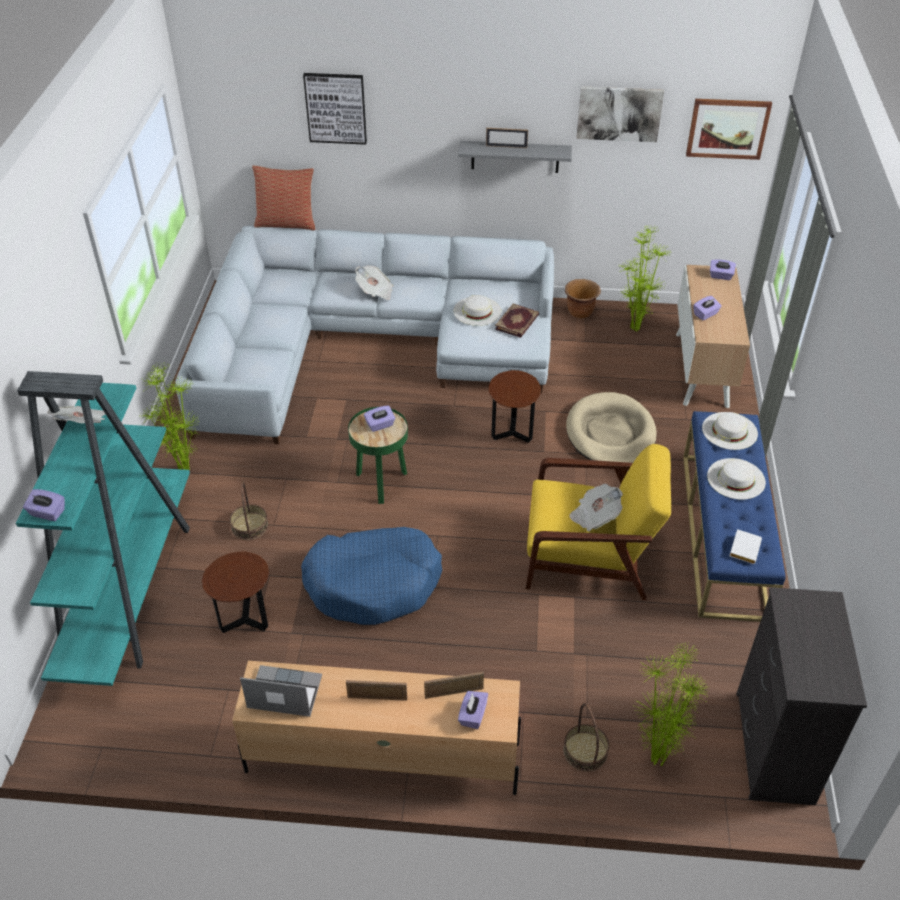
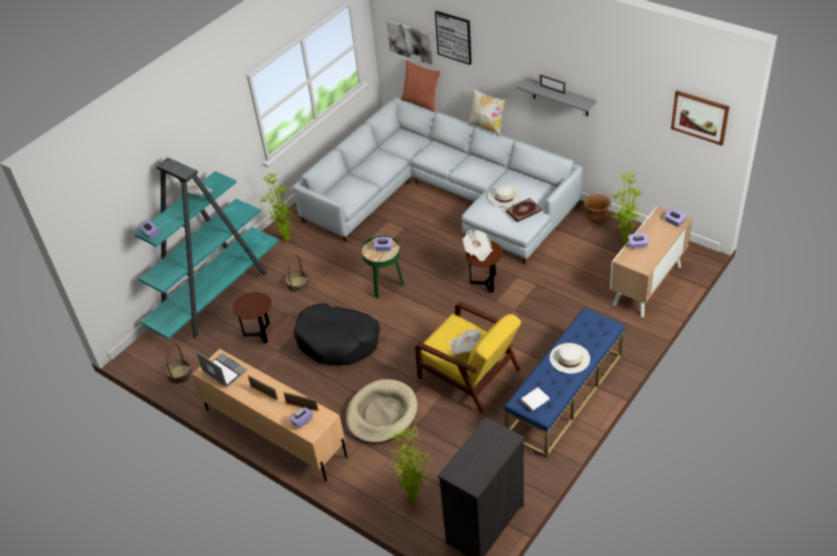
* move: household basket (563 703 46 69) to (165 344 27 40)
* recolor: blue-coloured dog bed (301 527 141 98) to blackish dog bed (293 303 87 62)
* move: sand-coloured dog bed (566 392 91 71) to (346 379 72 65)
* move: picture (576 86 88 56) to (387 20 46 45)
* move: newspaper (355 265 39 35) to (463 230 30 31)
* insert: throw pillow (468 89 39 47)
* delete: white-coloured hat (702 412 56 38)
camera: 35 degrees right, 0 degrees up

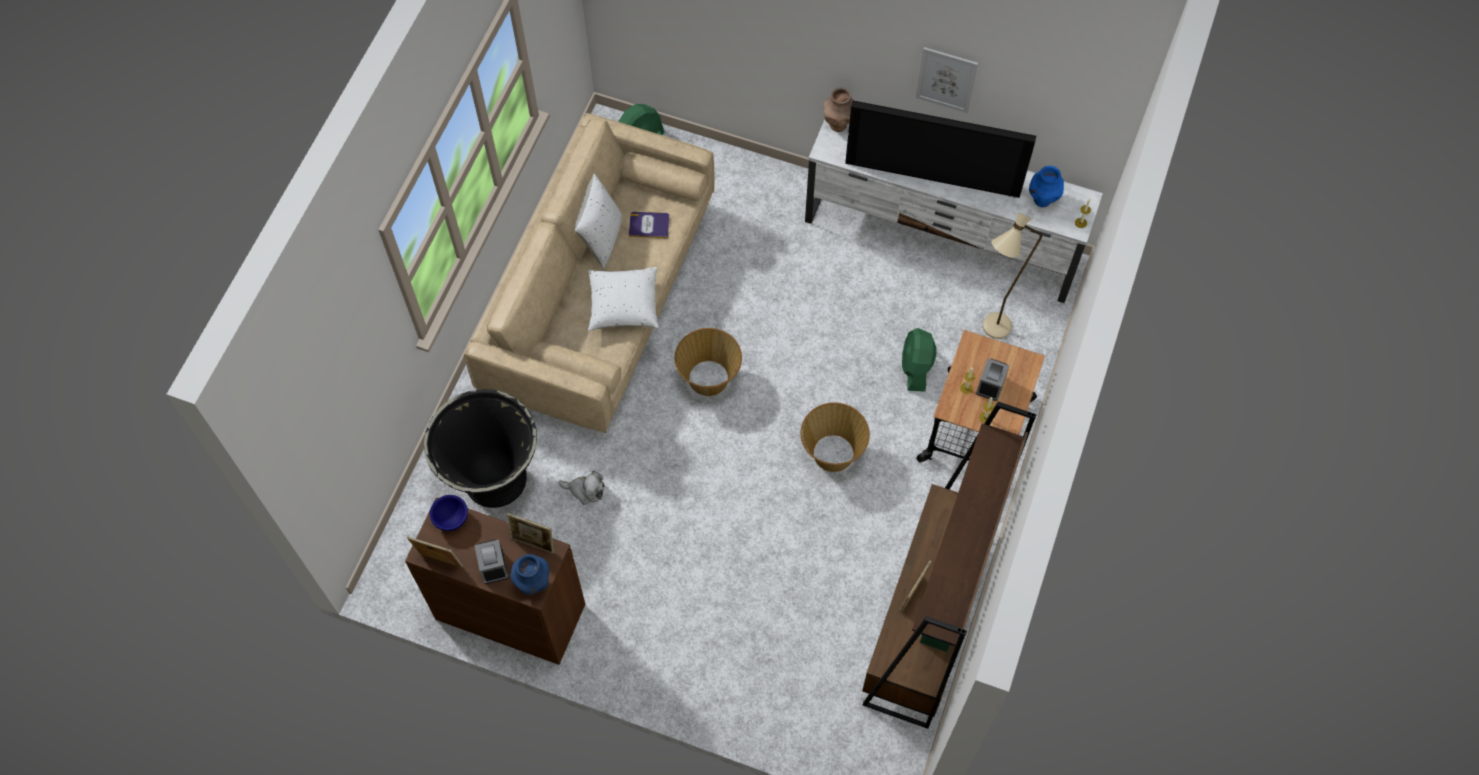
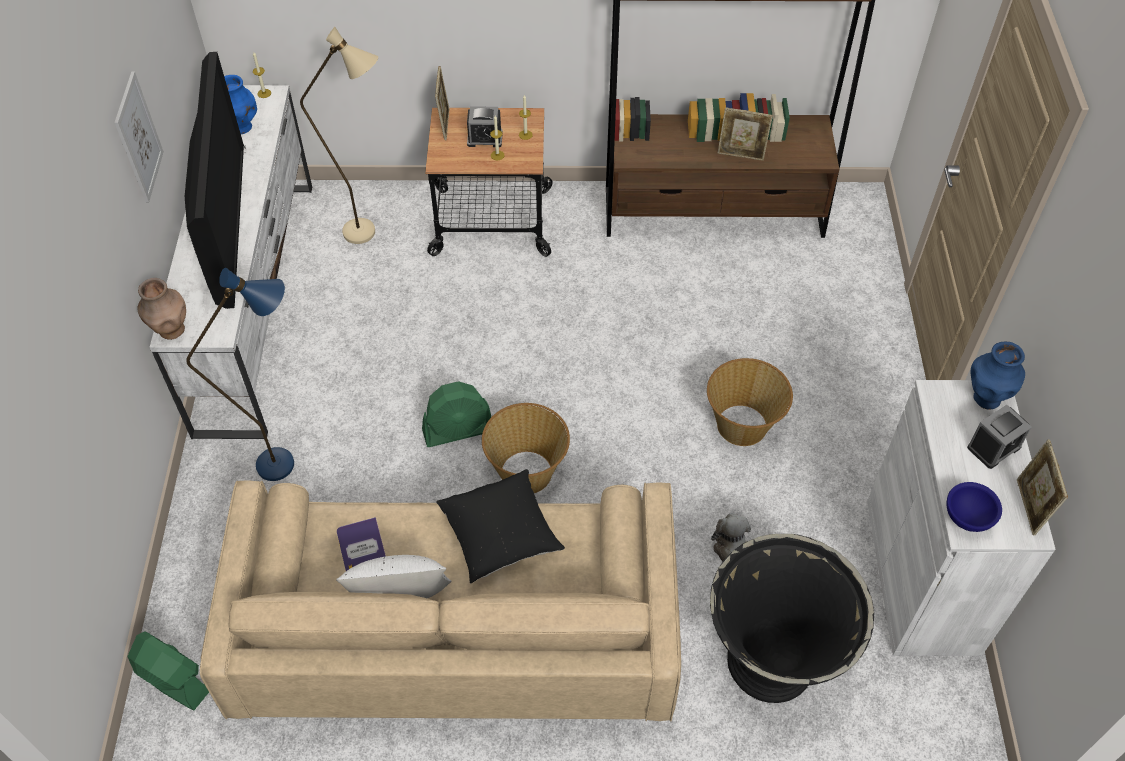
* insert: blue-coloured standard lamp (186 268 108 213)
* move: green-coloured fan (902 328 35 64) to (422 381 69 66)
* move: picture frame (507 513 47 41) to (435 66 15 74)
* recolor: white-coloured throw pillow (588 267 71 64) to blackish throw pillow (436 469 129 115)
* move: household basket (801 402 69 70) to (707 358 86 88)
* recolor: brown storage cabinet (405 497 180 168) to white-coloured storage cabinet (867 380 188 276)
camera: 110 degrees left, 10 degrees down

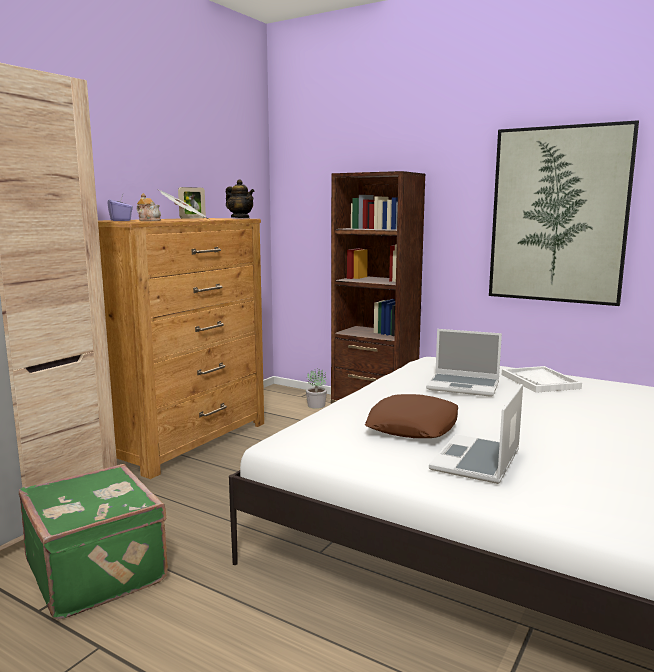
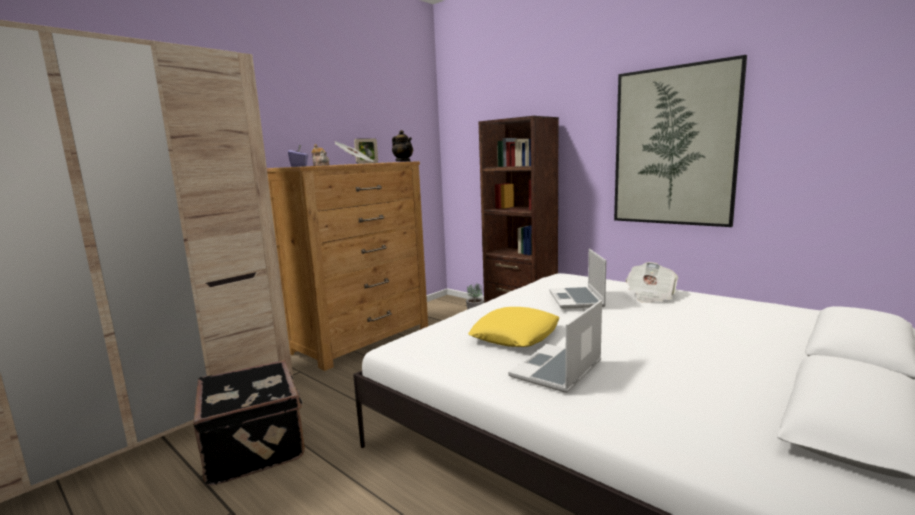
* recolor: green-coloured travel case (19 464 149 156) to blackish travel case (193 360 112 126)
* recolor: brown throw pillow (365 394 93 44) to yellow throw pillow (468 307 91 40)
* rotate: laptop (426 329 76 68) = (549 249 57 60) 60 degrees clockwise
* replace: white-coloured carrying tray (502 366 80 27) to newspaper (626 262 52 41)
camera: 10 degrees right, 0 degrees up

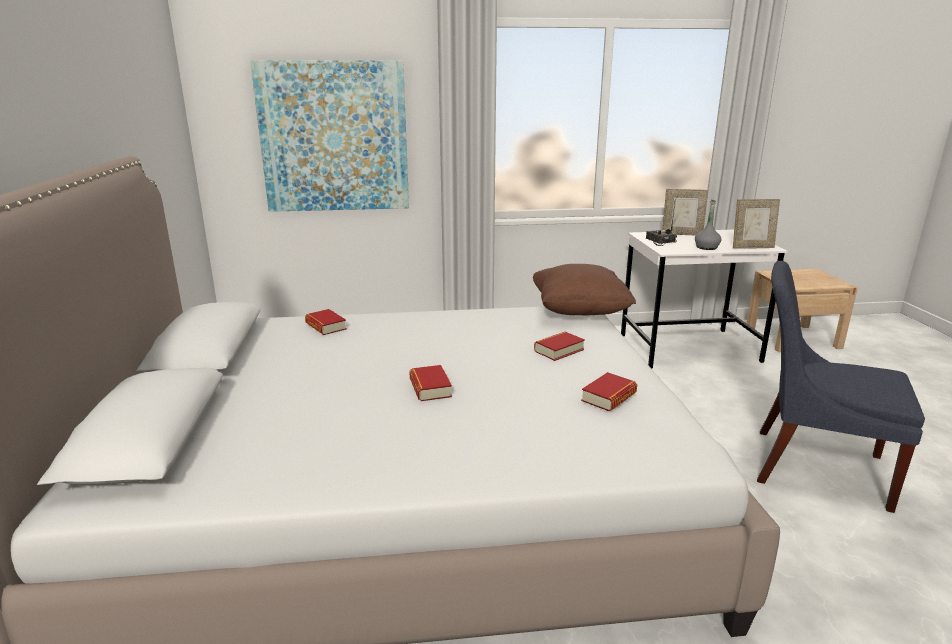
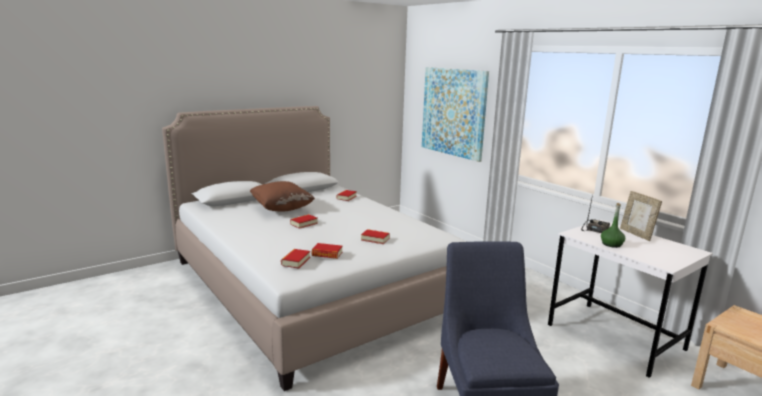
* move: brown throw pillow (533 264 103 52) to (250 181 65 31)
* insert: book (281 249 29 19)
* recolor: greyish bottle (695 199 26 51) to green-coloured bottle (601 203 24 45)
* delete: picture frame (733 199 47 50)
camera: 60 degrees right, 5 degrees down

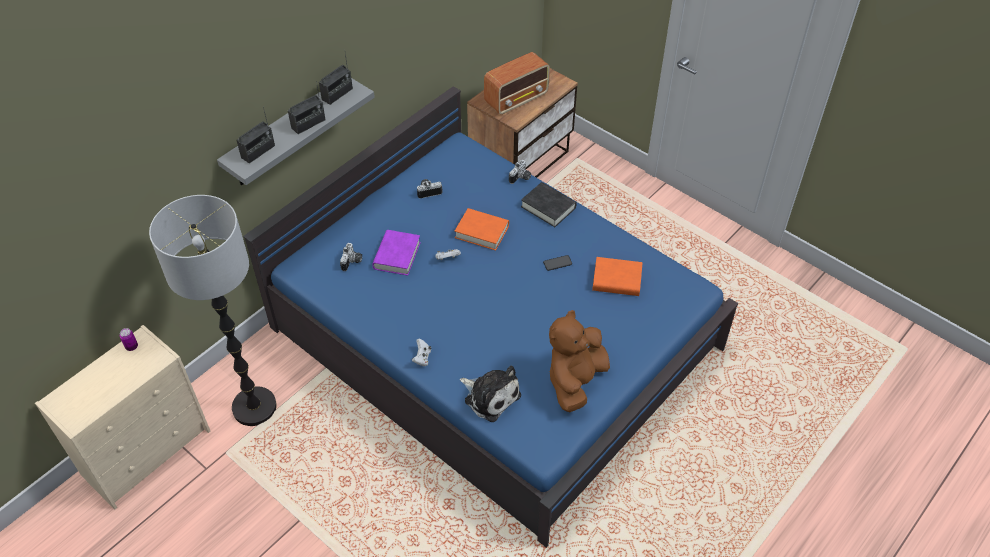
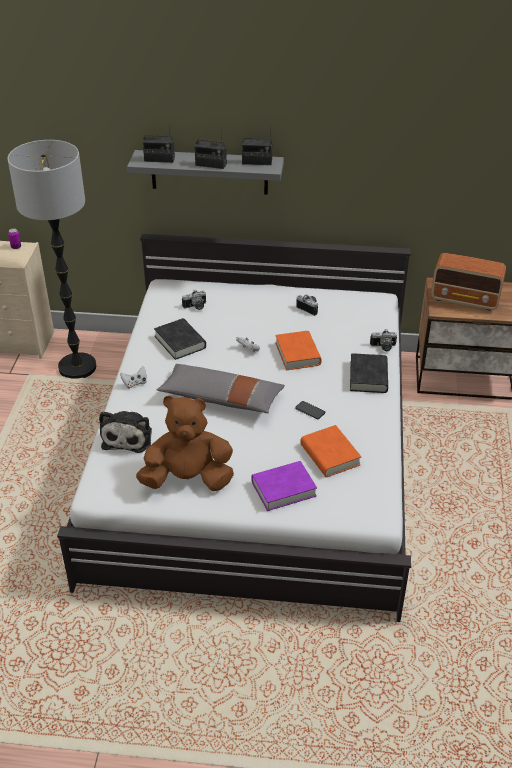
* recolor: blue-coloured sleeping bed (243 86 495 462) to white-coloured sleeping bed (57 233 354 389)
* insert: blackish book (154 318 52 42)
* insert: greyish throw pillow (157 364 128 49)
* move: purplish book (372 230 49 46) to (251 461 66 50)
camera: 55 degrees right, 10 degrees down

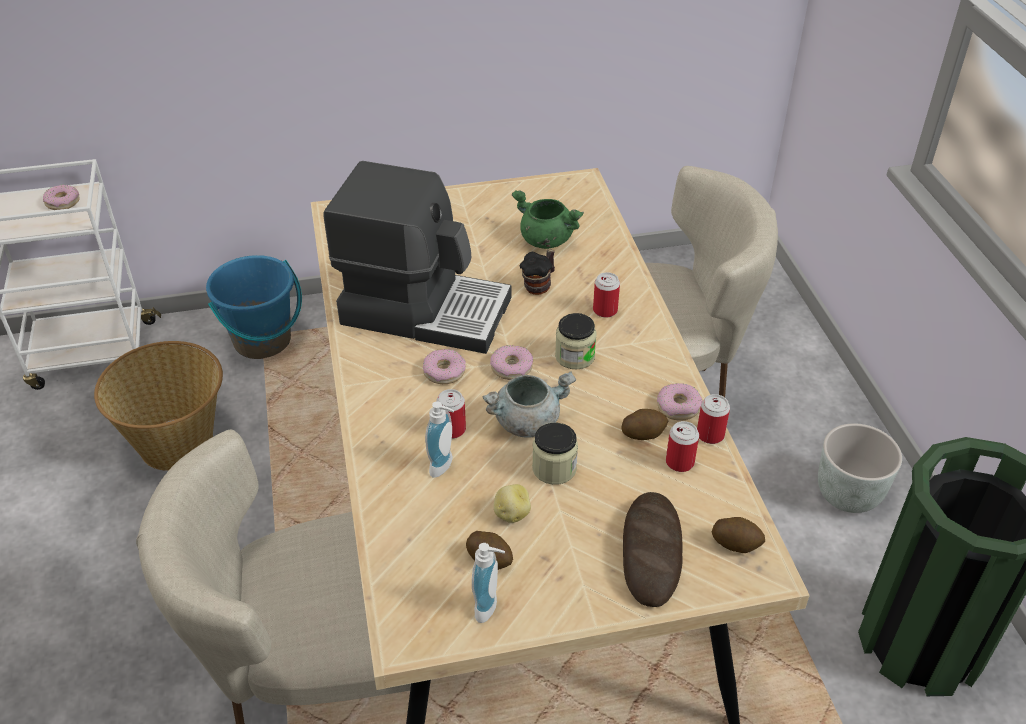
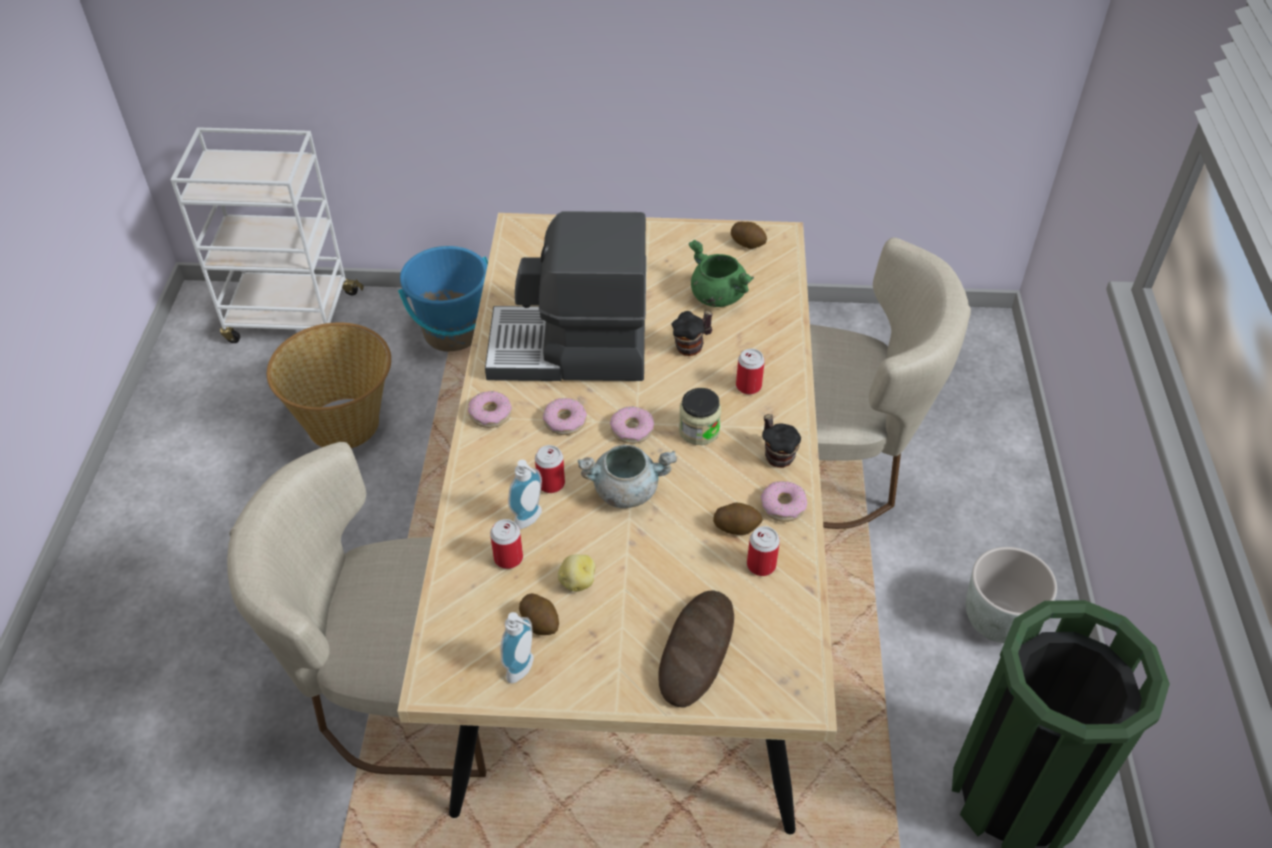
* move: donut (43 185 37 25) to (468 391 44 37)
* rotate: coffee brewer (323 161 189 193) = (485 211 161 170) 150 degrees clockwise
* move: can (697 394 33 50) to (490 519 33 50)
* move: spud (712 517 53 36) to (731 222 36 27)
* insert: mug (762 414 39 54)
* delete: preserve jar (532 423 46 62)
camera: 15 degrees right, 5 degrees up

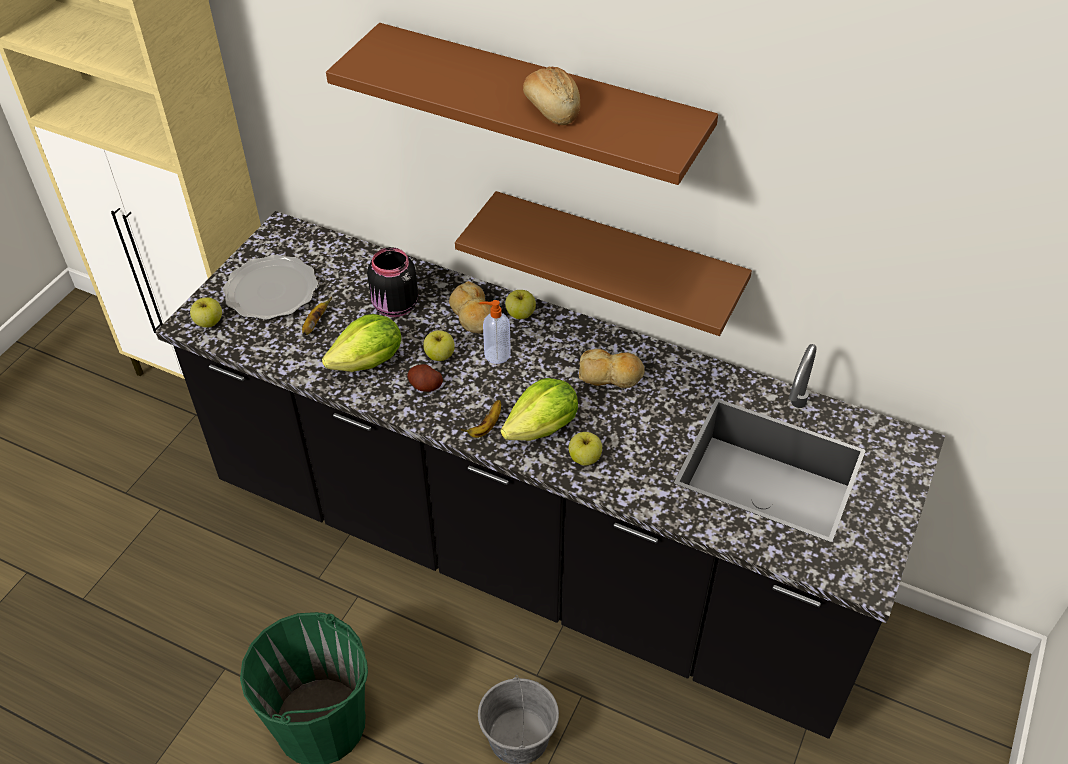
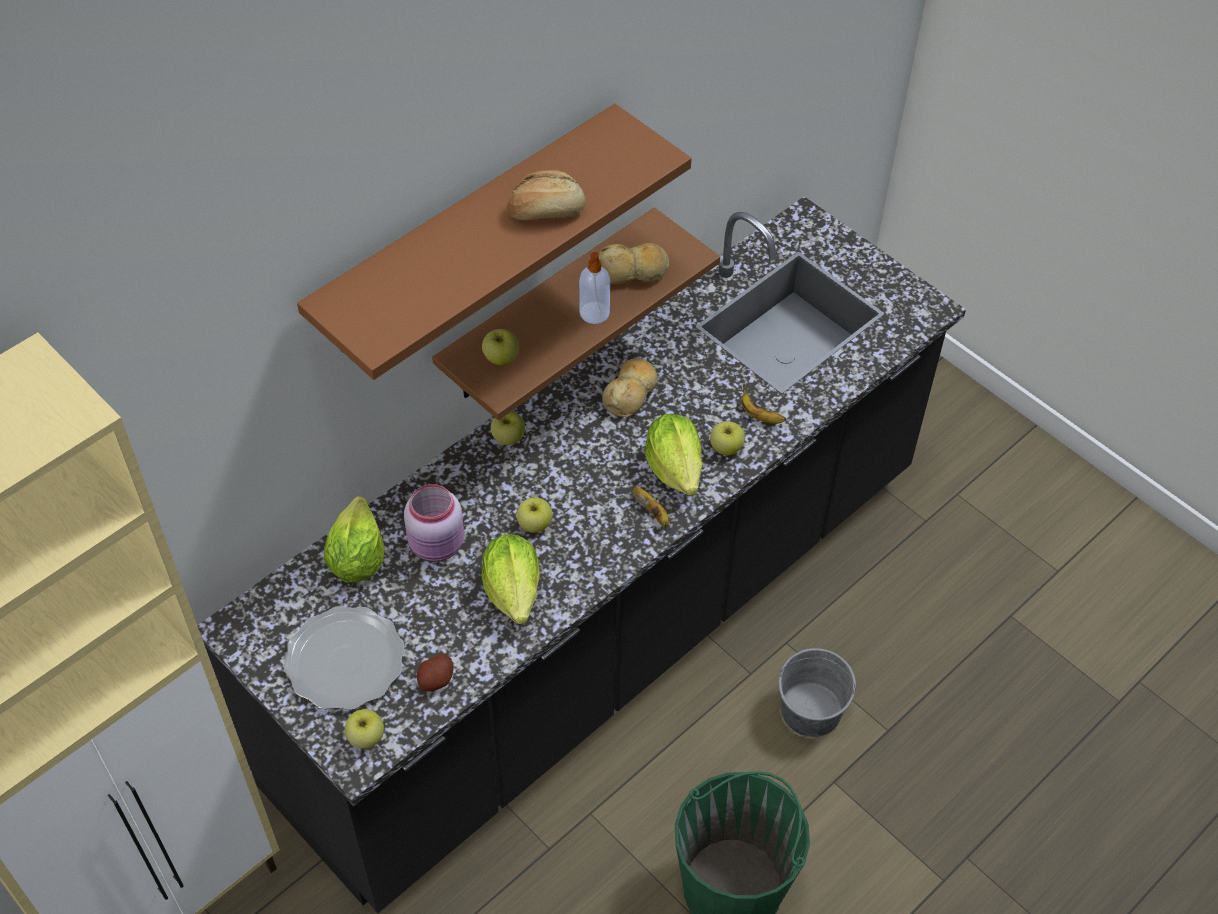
* insert: lettuce (324 496 61 87)
* recolor: blackish preserve jar (367 247 51 70) to pink preserve jar (404 484 60 78)
* move: spud (407 364 36 28) to (417 654 36 37)
* insert: whole apple (482 329 37 36)
* move: soap dispenser (479 300 32 64) to (579 252 31 72)
* move: bakery bread (449 281 43 52) to (599 243 70 42)
* move: banana fruit (302 297 30 38) to (741 383 45 41)
camera: 70 degrees left, 5 degrees up

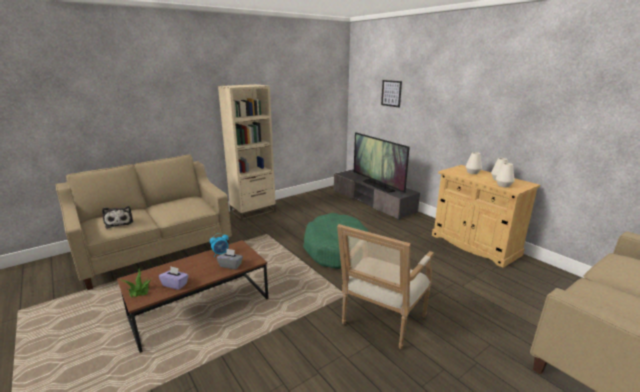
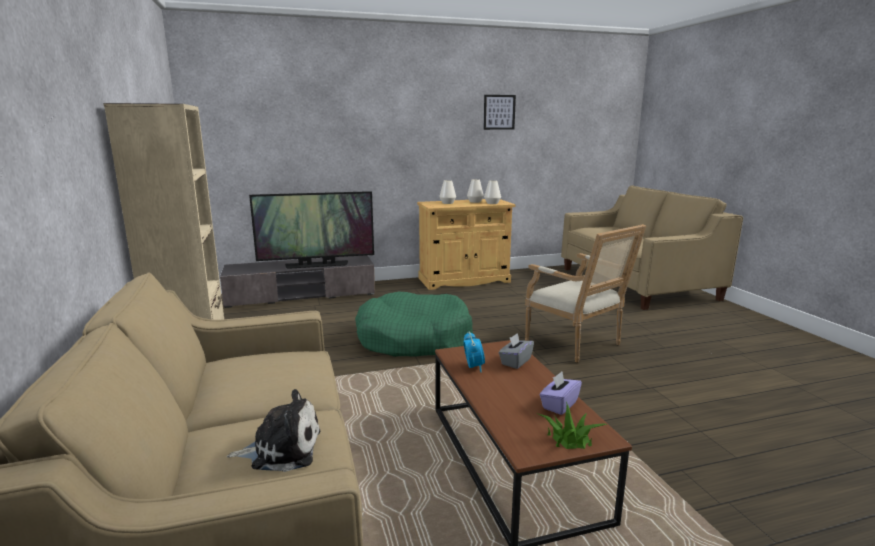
* move: picture (381 80 21 28) to (483 95 33 35)
camera: 70 degrees left, 5 degrees down

